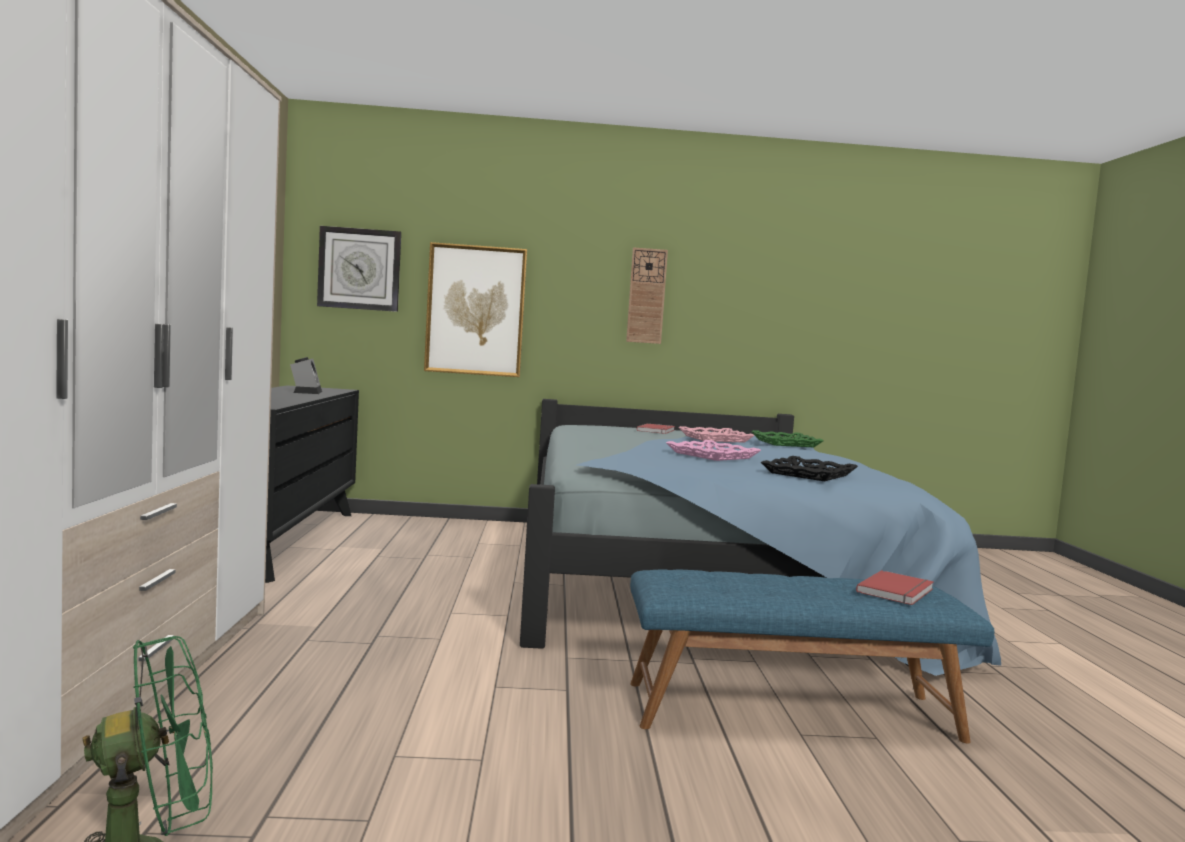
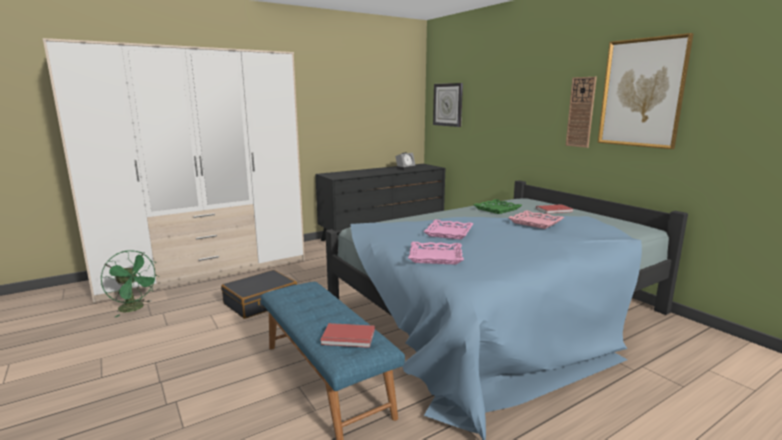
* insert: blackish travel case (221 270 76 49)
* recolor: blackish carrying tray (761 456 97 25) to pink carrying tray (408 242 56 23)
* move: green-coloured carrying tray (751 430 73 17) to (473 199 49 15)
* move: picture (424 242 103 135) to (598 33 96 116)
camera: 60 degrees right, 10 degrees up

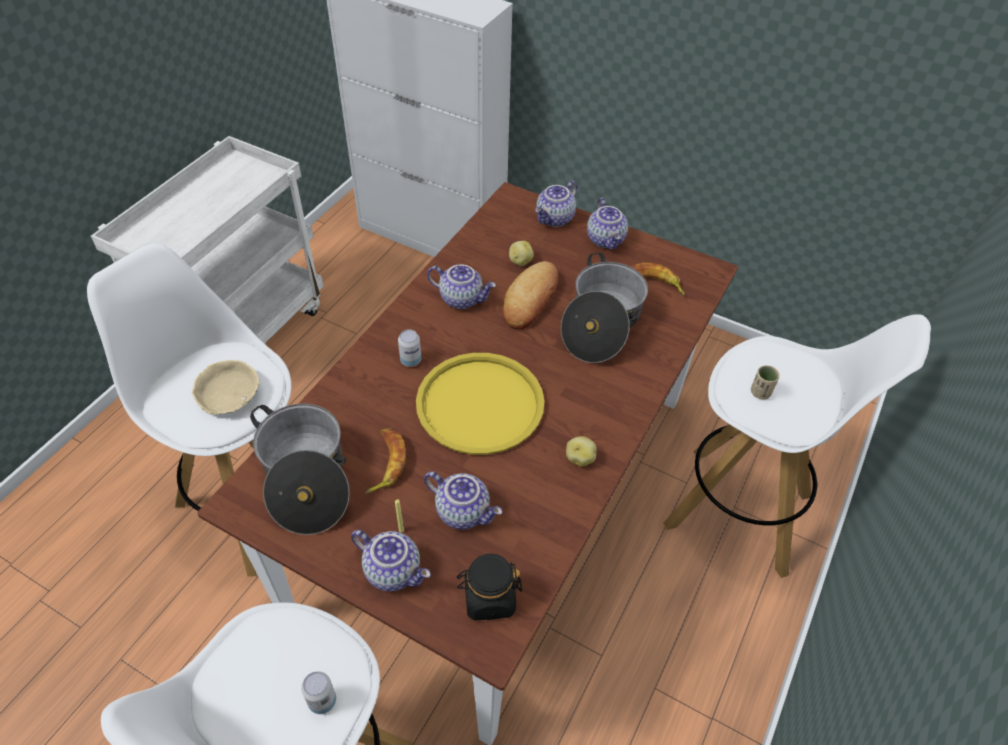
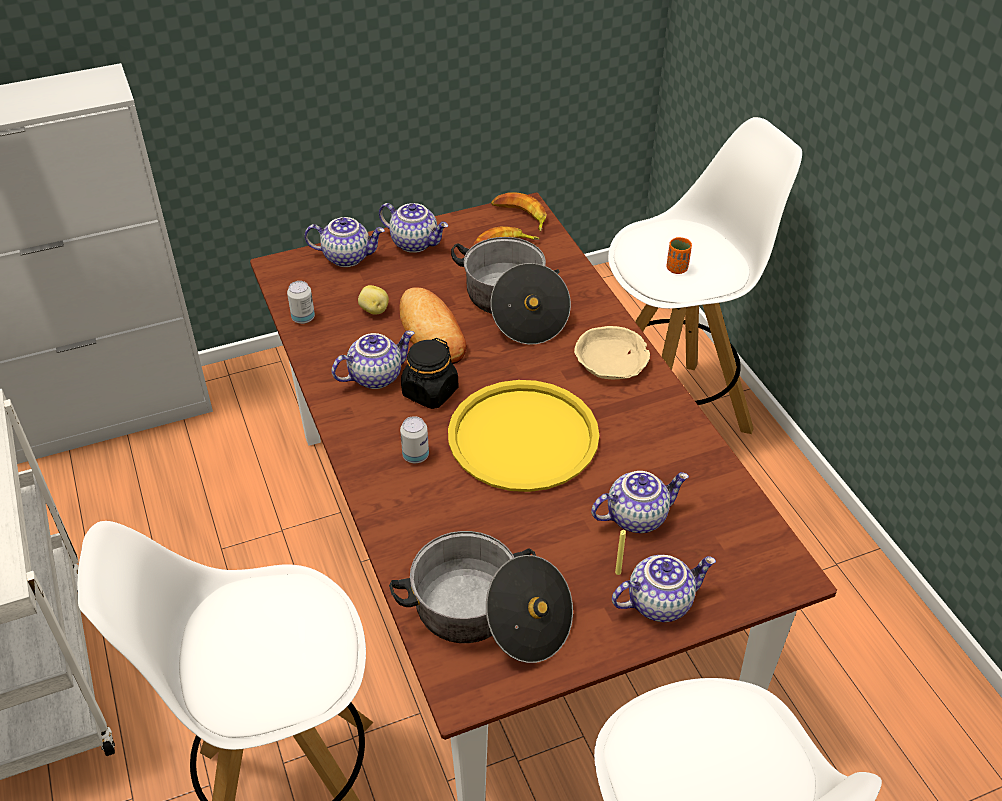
* move: can (301 671 35 43) to (287 281 28 43)
* rotate: pot for tea (535 180 42 47) = (304 217 81 50) 75 degrees counterclockwise
* move: blackish preserve jar (457 554 65 66) to (401 338 58 71)
* move: banana fruit (365 428 41 66) to (491 192 56 40)
* move: sand-coloured serving bowl (192 360 67 55) to (574 326 76 53)
* recolor: sand-coloured drinking cup (751 365 29 34) to orangey drinking cup (667 237 25 37)
* delete: spud (566 436 31 31)
camera: 50 degrees left, 5 degrees down

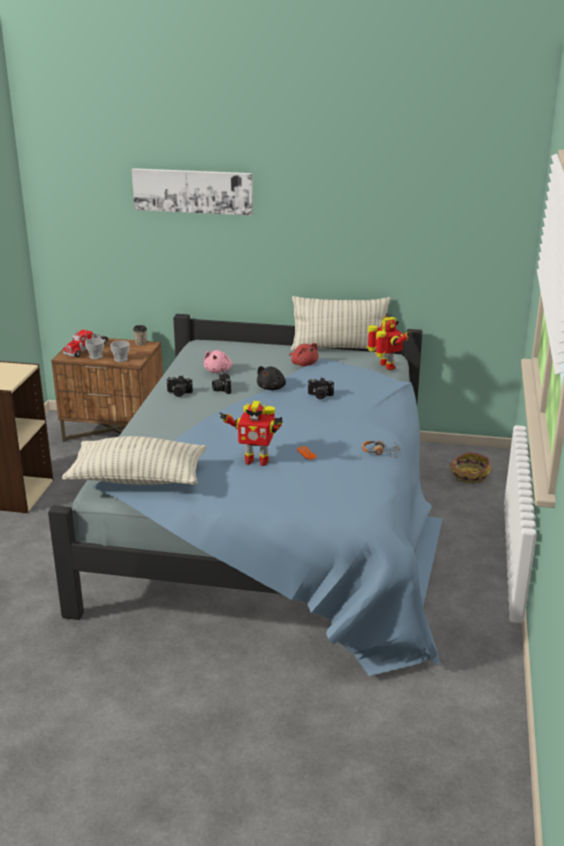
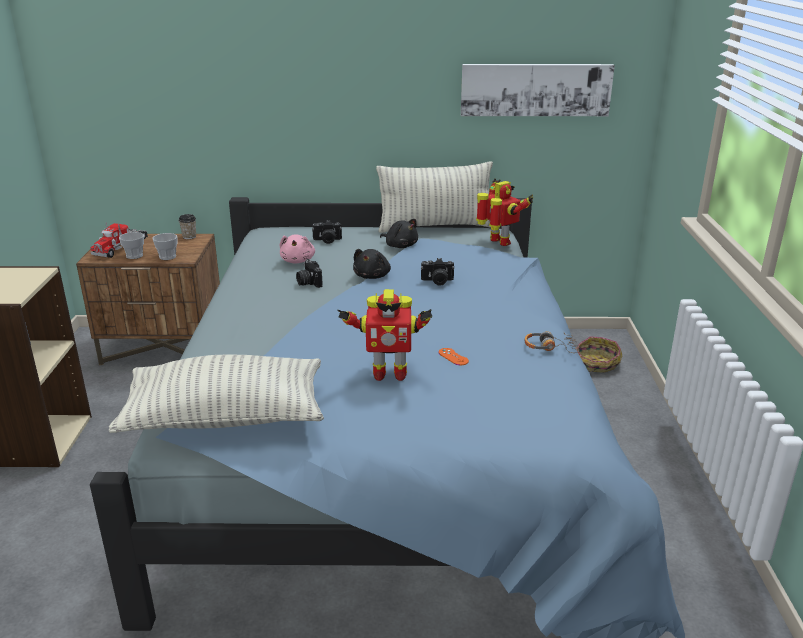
* move: photo camera (166 375 27 22) to (312 220 30 24)
* recolor: red cuddly toy (289 343 29 23) to blackish cuddly toy (380 219 38 29)
* move: picture (132 168 121 48) to (461 64 154 52)
camera: 10 degrees left, 0 degrees up

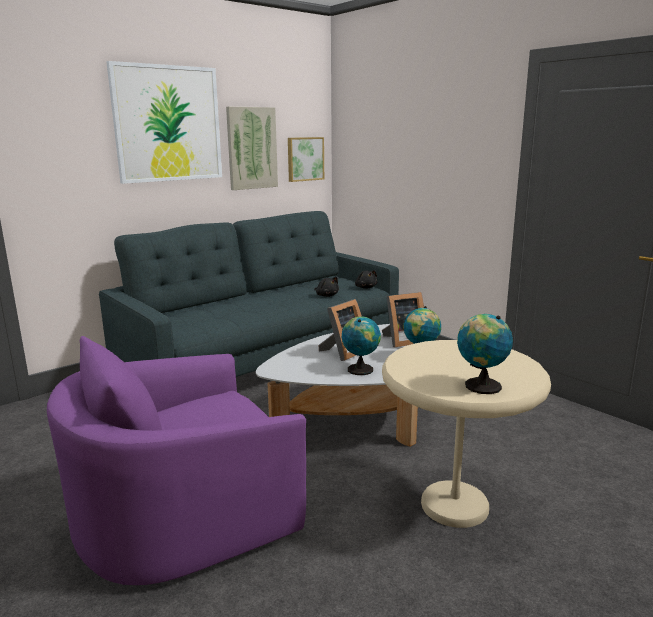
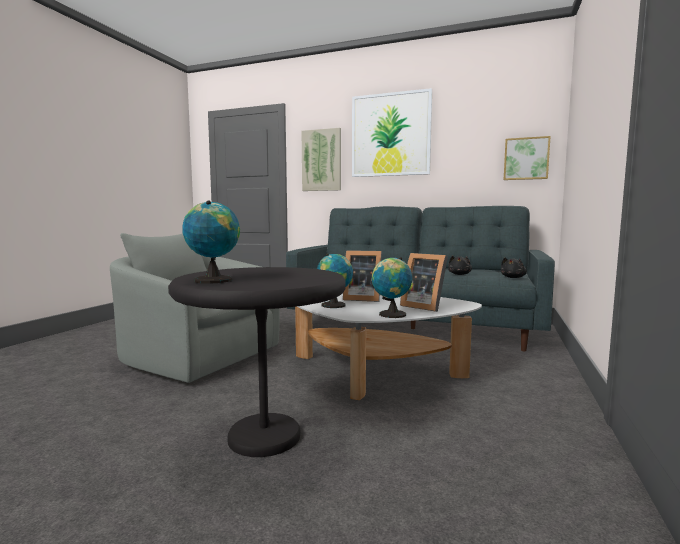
* recolor: purplish easy chair (47 336 259 249) to greyish easy chair (110 233 169 150)
* recolor: sand-coloured end table (382 340 169 188) to blackish end table (168 267 178 190)
* move: picture (226 107 52 83) to (302 128 39 63)
camera: 60 degrees right, 10 degrees down

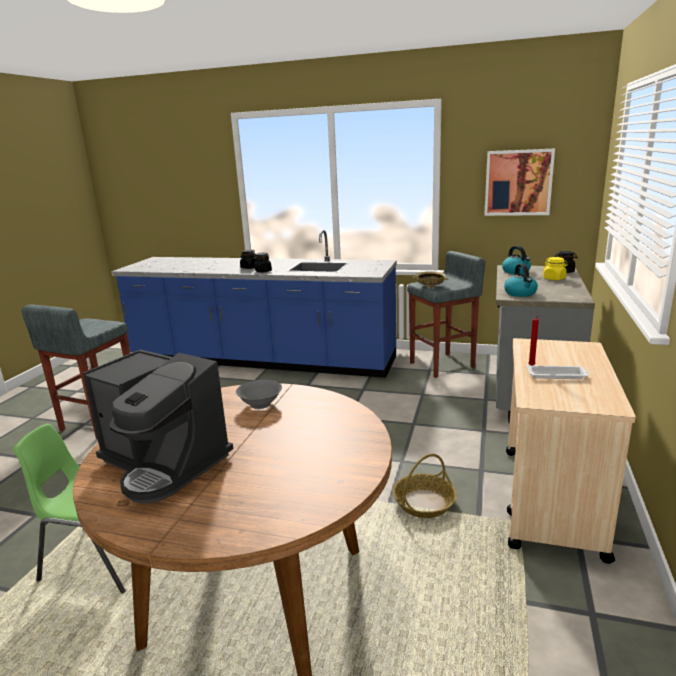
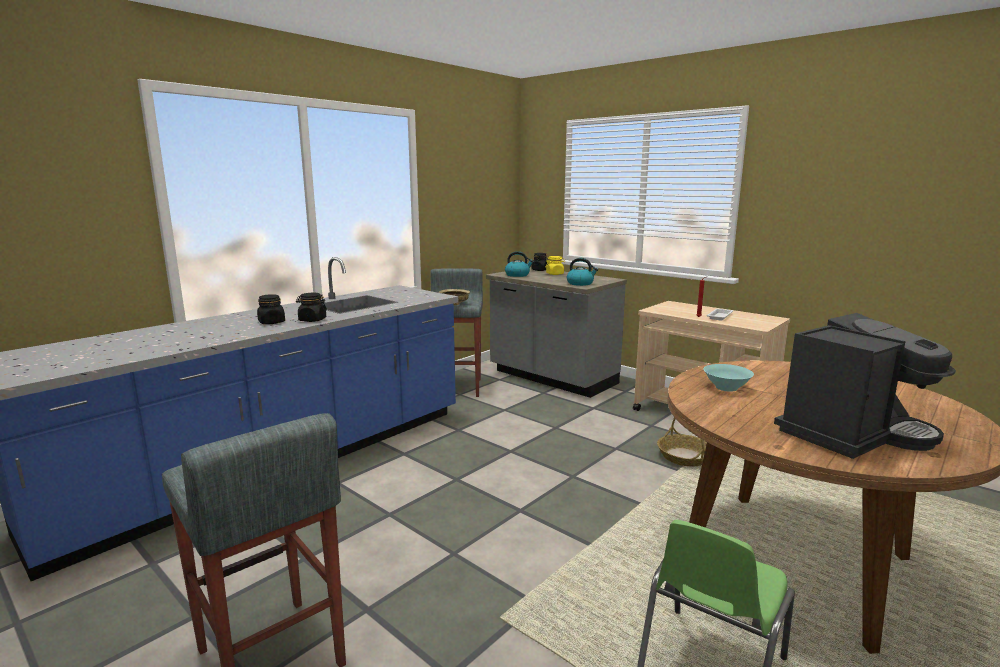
* recolor: greyish serving bowl (236 380 46 29) to blue-green serving bowl (703 364 51 28)
* delete: picture (484 149 71 67)
camera: 65 degrees left, 5 degrees down

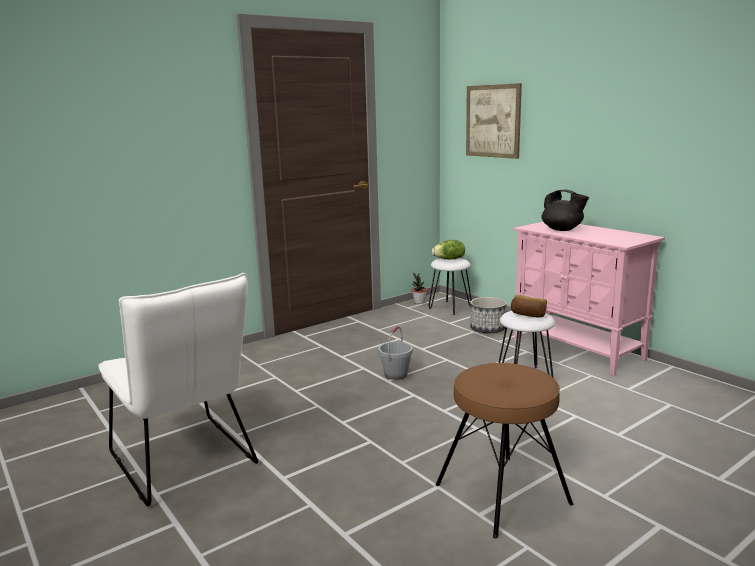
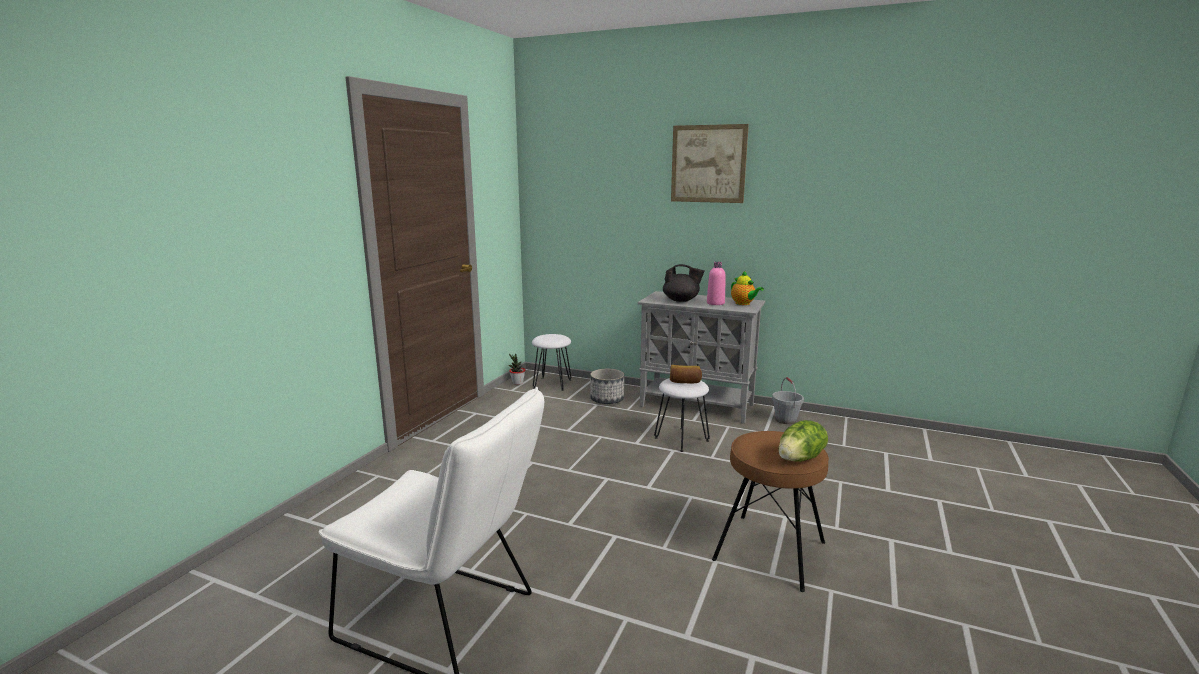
* recolor: pink storage cabinet (514 222 151 154) to greyish storage cabinet (638 291 127 133)
* move: picture (466 83 56 76) to (671 124 78 79)
* insert: pink bottle (707 262 19 43)
* insert: pot for tea (731 271 33 34)
* move: greyish pail (378 326 35 54) to (772 377 32 47)
* move: lettuce (432 240 33 20) to (778 420 50 42)
camera: 30 degrees left, 0 degrees up

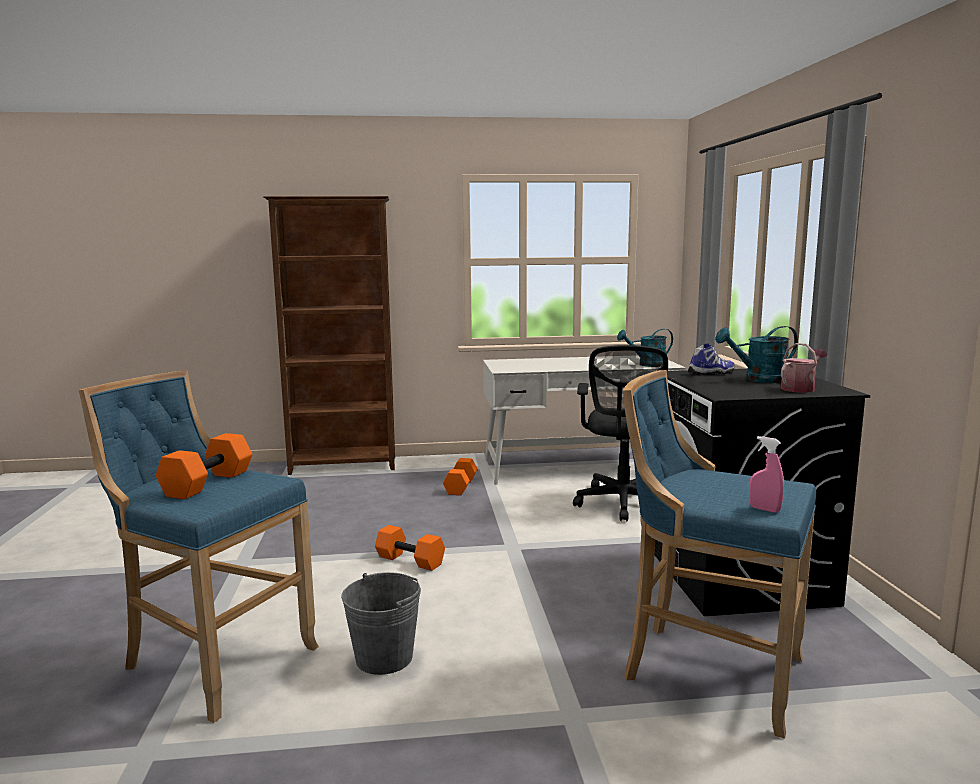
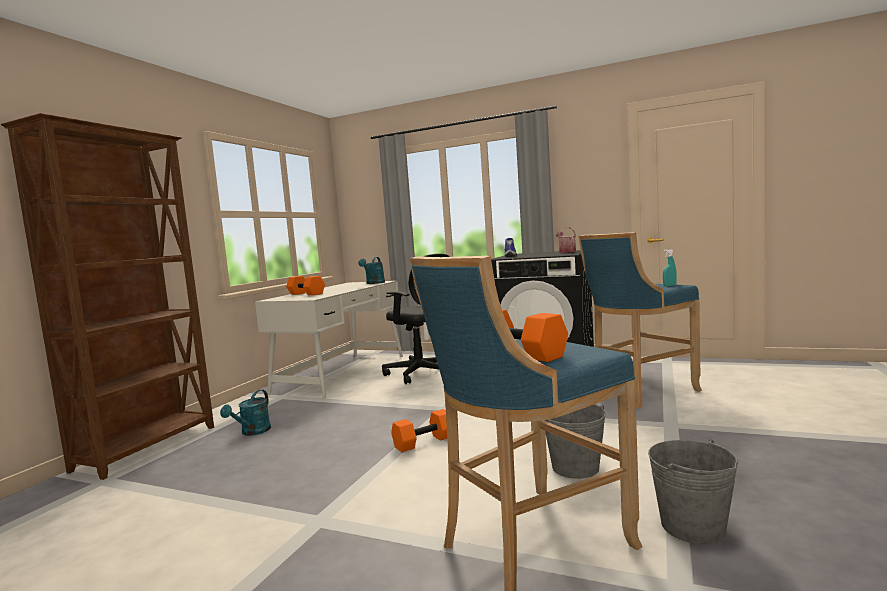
* move: blue-green watering pot (715 326 83 57) to (220 390 51 46)
* move: orangey dumbbell (443 458 35 37) to (286 276 39 19)
* insert: greyish pail (648 439 90 105)
* recolor: pink spray bottle (749 436 35 77) to blue-green spray bottle (663 249 14 37)
camera: 60 degrees left, 5 degrees down

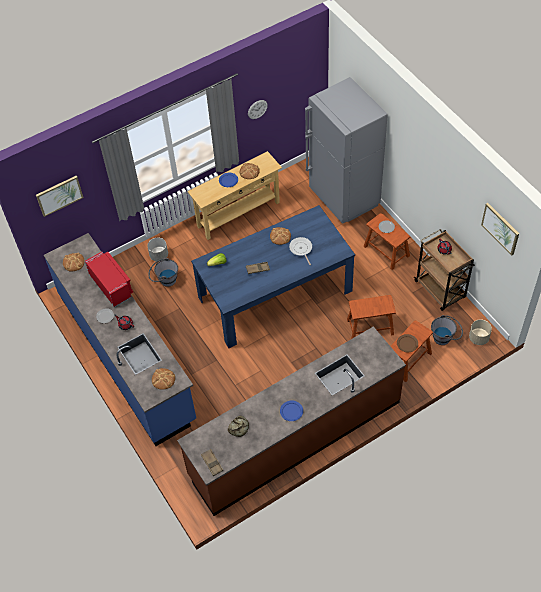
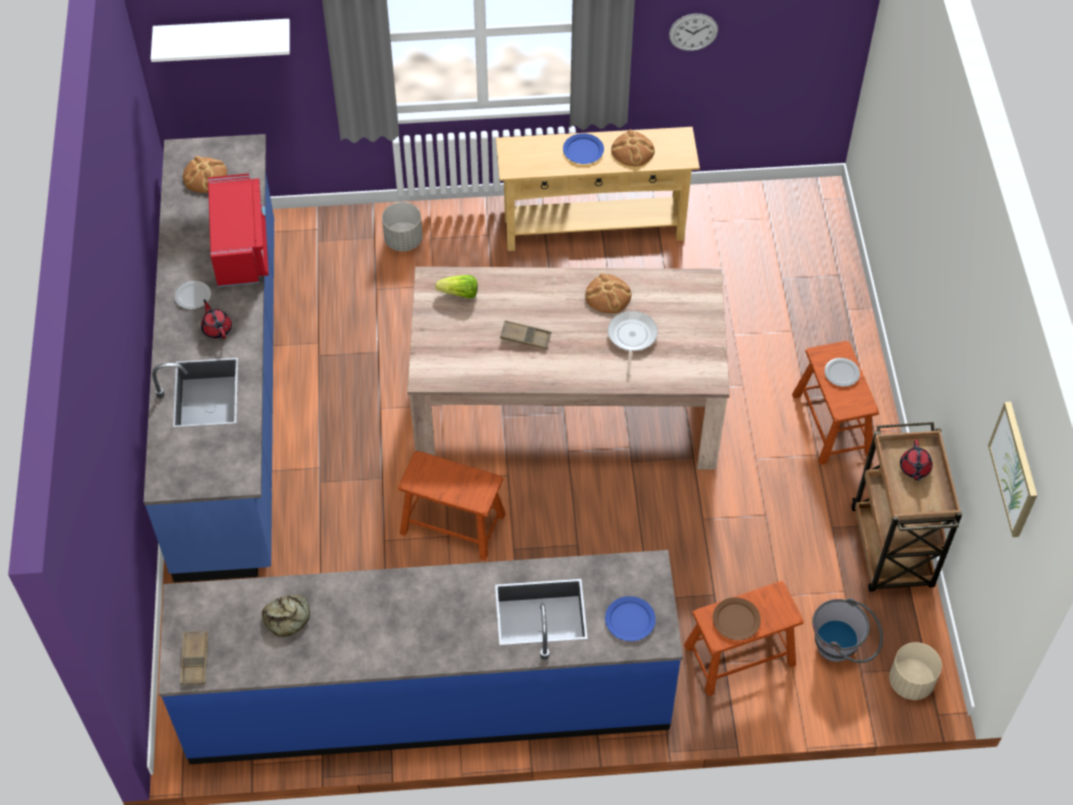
* replace: picture (36 176 48 41) to white-coloured wall shelf (151 19 139 43)
* recolor: brown kitchen counter (177 326 229 190) to blue-coloured kitchen counter (158 550 525 214)
* move: brown stool (347 295 49 44) to (398 451 108 109)
* recolor: blue-coloured dining table (191 205 164 143) to sand-coloured dining table (407 267 323 203)
* move: blue-coloured dinner plate (280 401 23 20) to (605 596 51 45)
* delete: greyish pail (148 258 30 29)
* delete: bakery bread (152 368 23 22)
* delete: greyish refrigerator (305 77 83 147)
camera: 25 degrees right, 0 degrees up

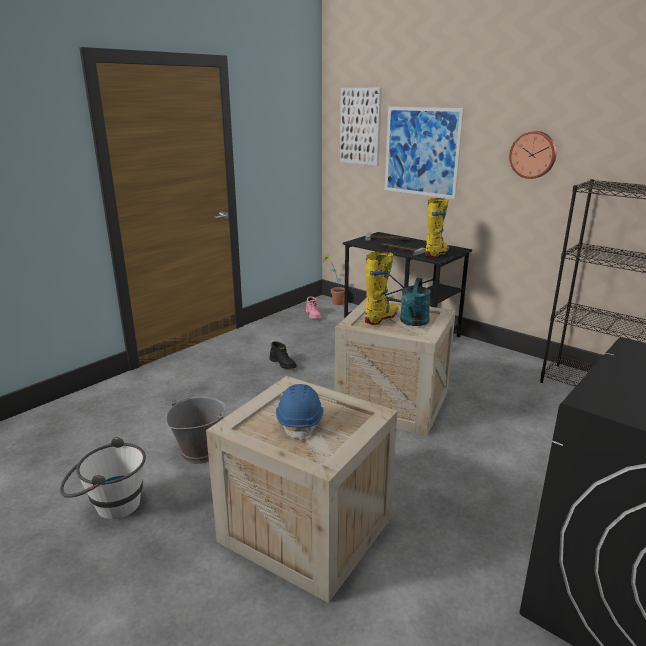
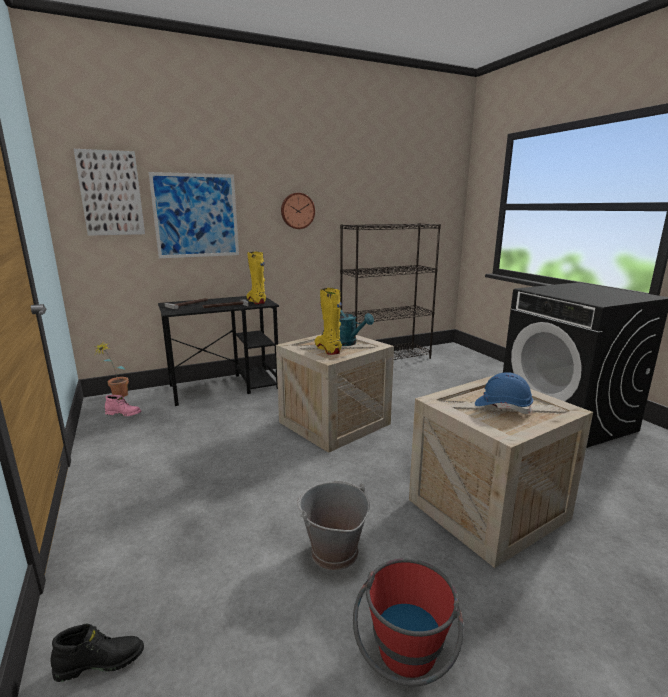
* move: blackish boot (270 341 27 28) to (50 624 94 58)
* recolor: white-coloured pail (60 437 86 82) to red pail (353 558 111 129)
camera: 65 degrees left, 5 degrees down

